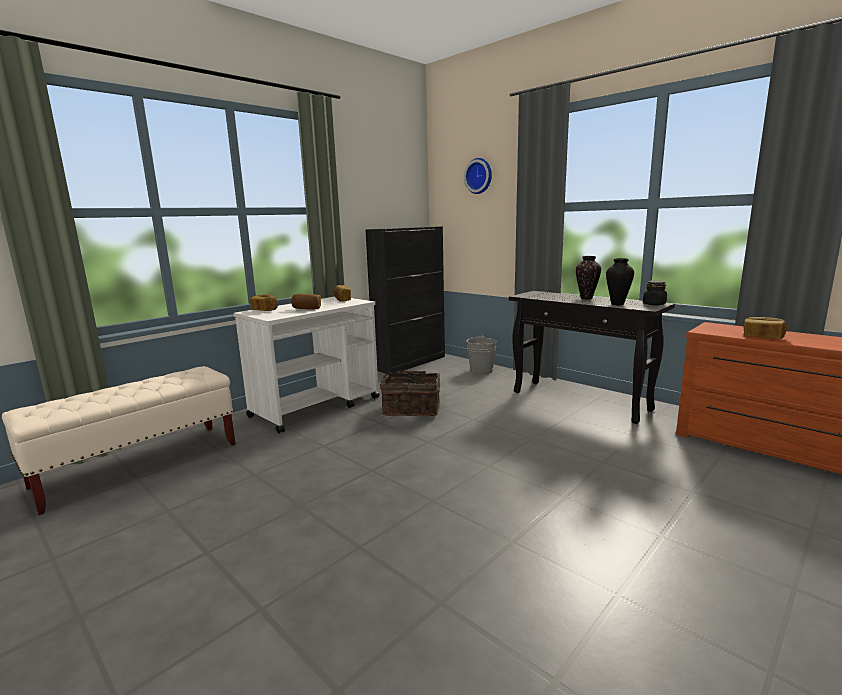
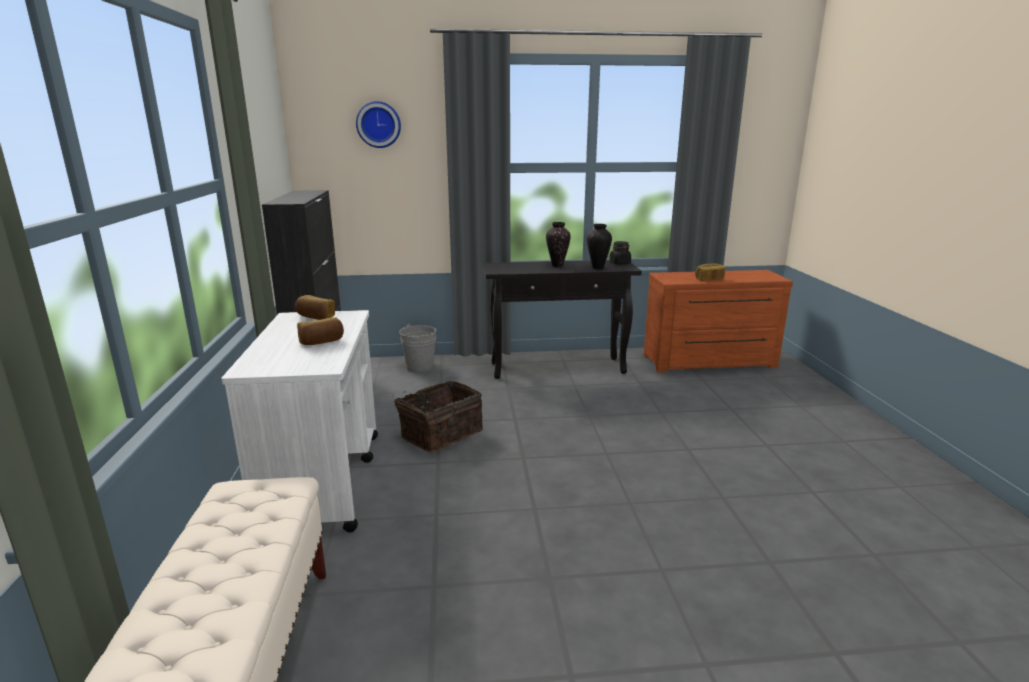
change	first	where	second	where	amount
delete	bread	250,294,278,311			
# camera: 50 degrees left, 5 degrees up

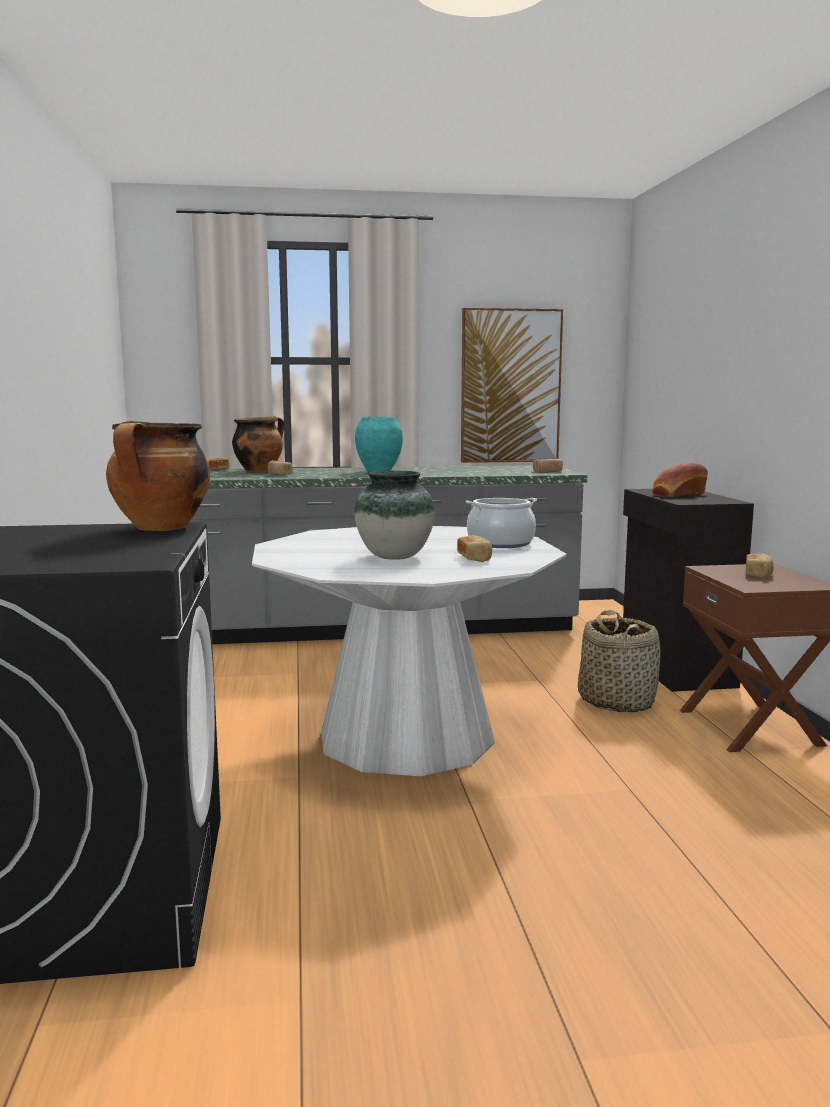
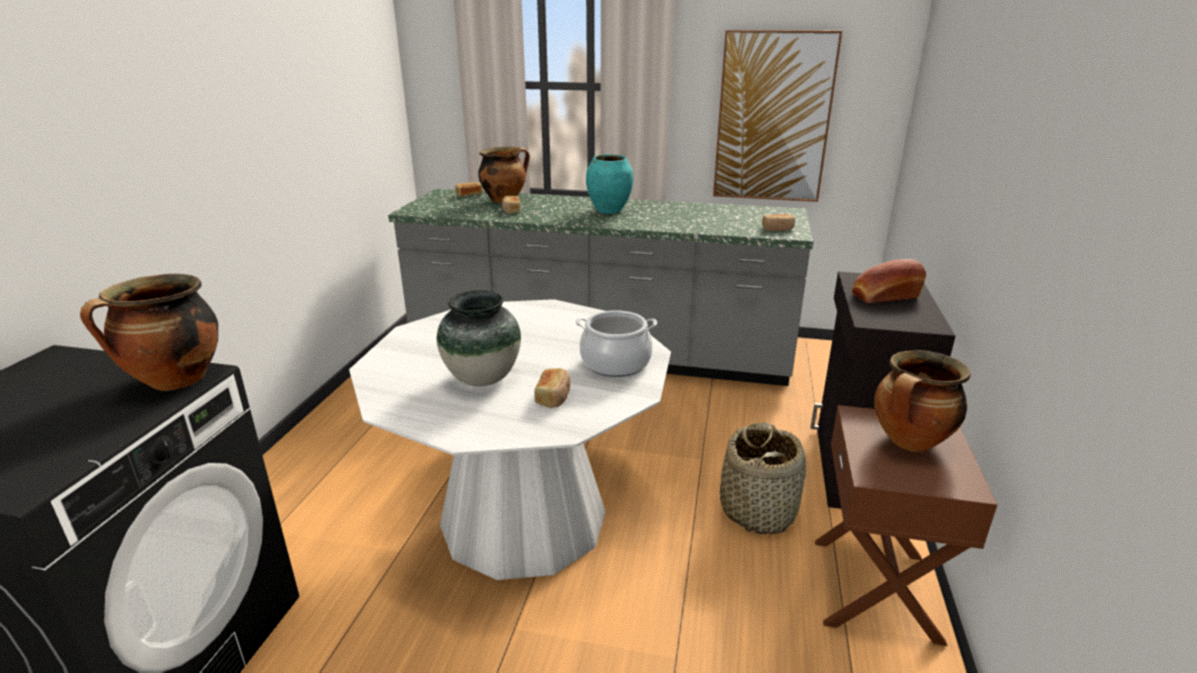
change	first	where	second	where	amount
replace	bread	746,553,773,578	cooking pot	874,350,970,452	
# camera: 20 degrees right, 15 degrees up

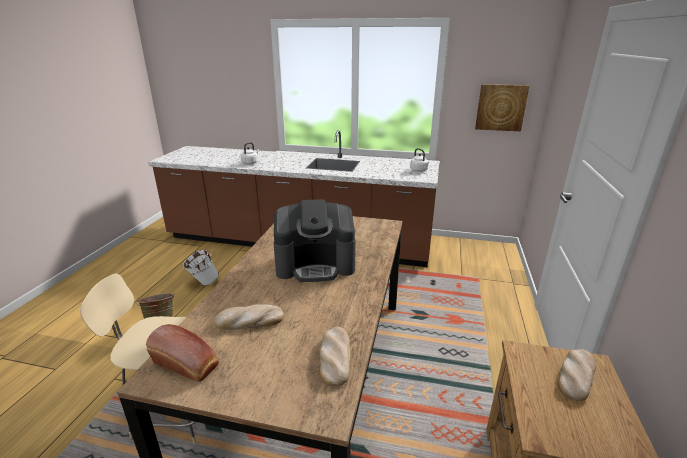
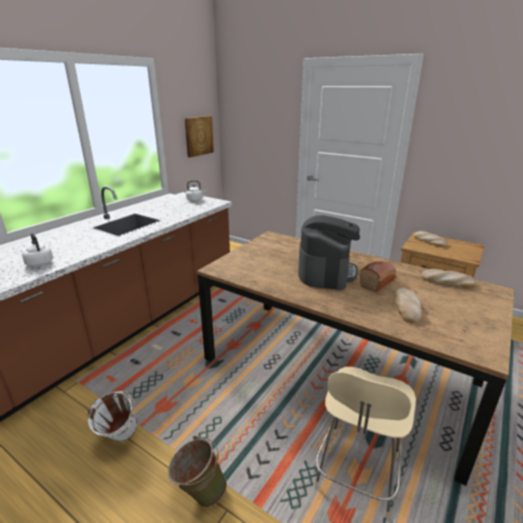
change	first	where	second	where	amount
move	bread	146,324,219,382		360,261,396,292	
# camera: 70 degrees left, 0 degrees up

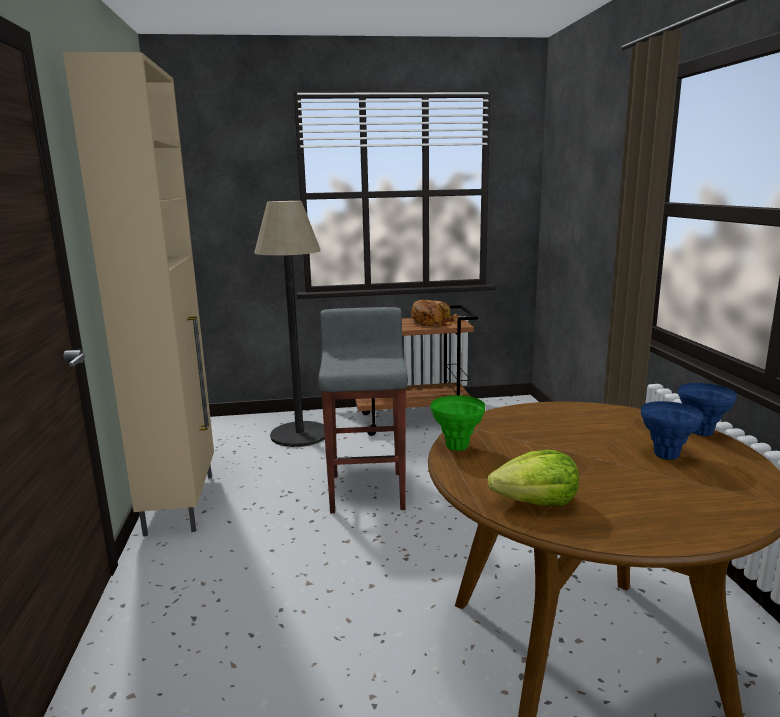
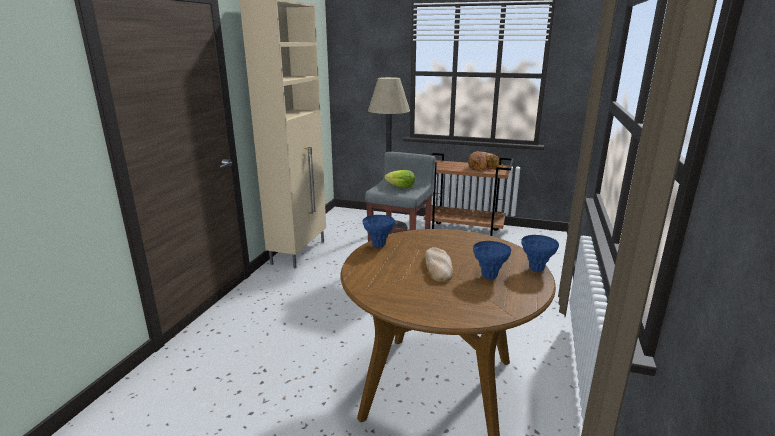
change	first	where	second	where	amount
recolor	vase/green	430,395,485,451	vase/blue	363,215,395,247	
move	lettuce	487,450,579,506		384,170,415,189	
insert			bread	425,247,453,283	
# camera: 25 degrees right, 5 degrees up

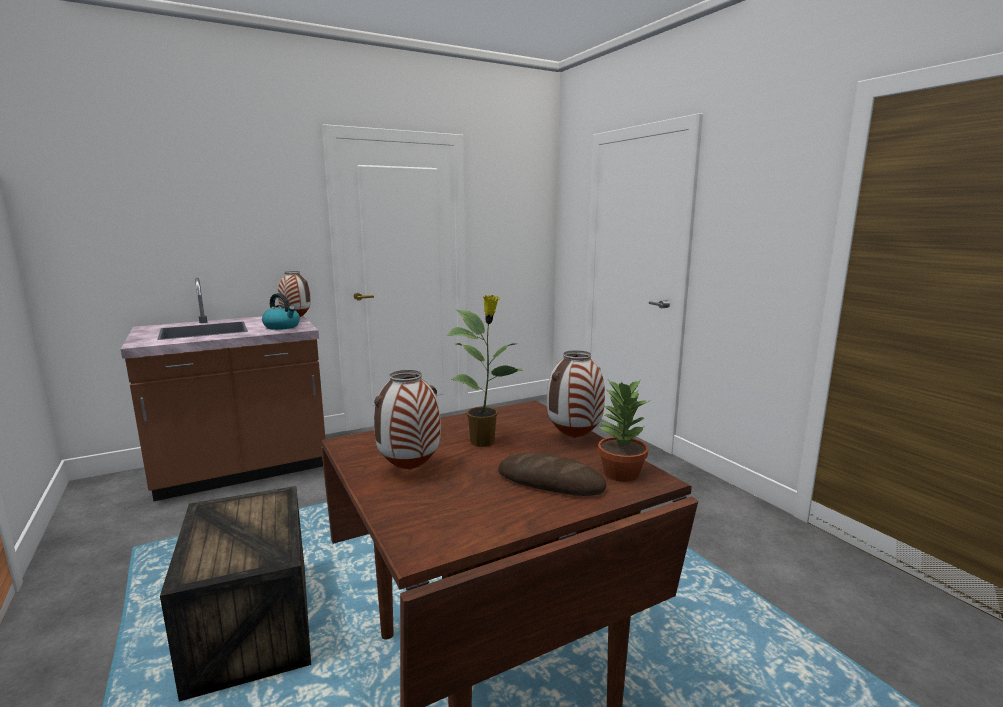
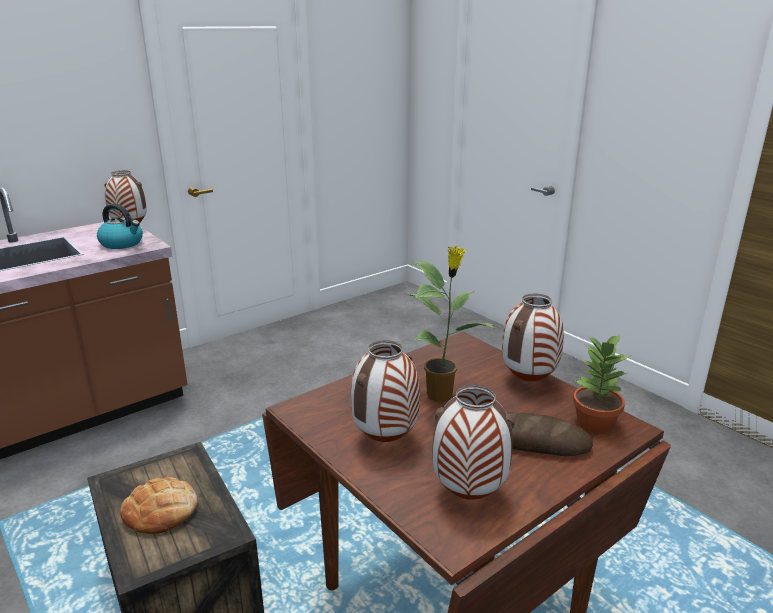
change	first	where	second	where	amount
insert			vase	432,385,515,500	
insert			bread	120,477,197,534	
# camera: 10 degrees left, 10 degrees up

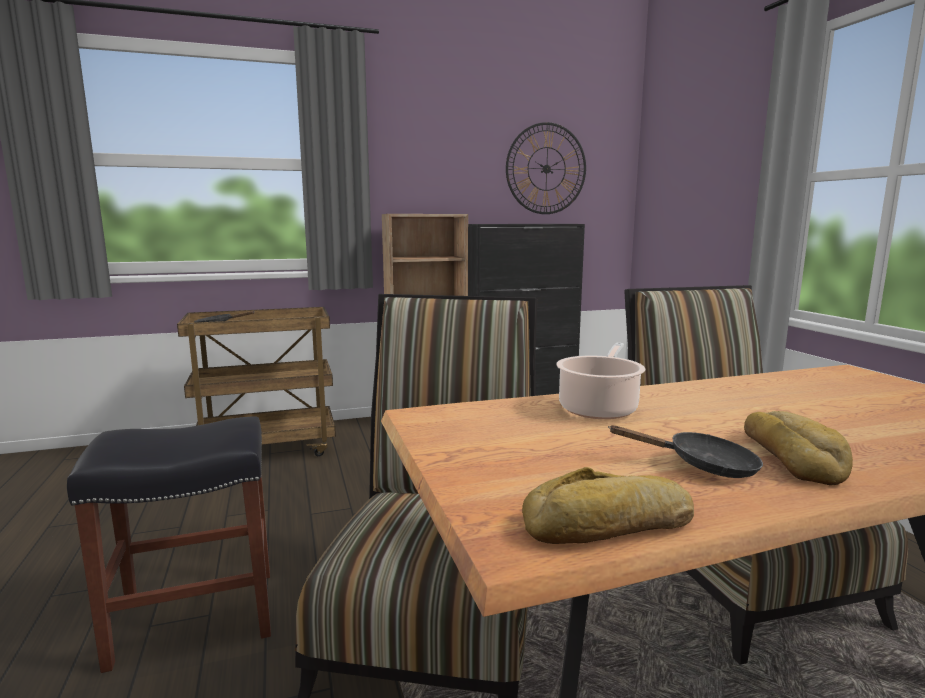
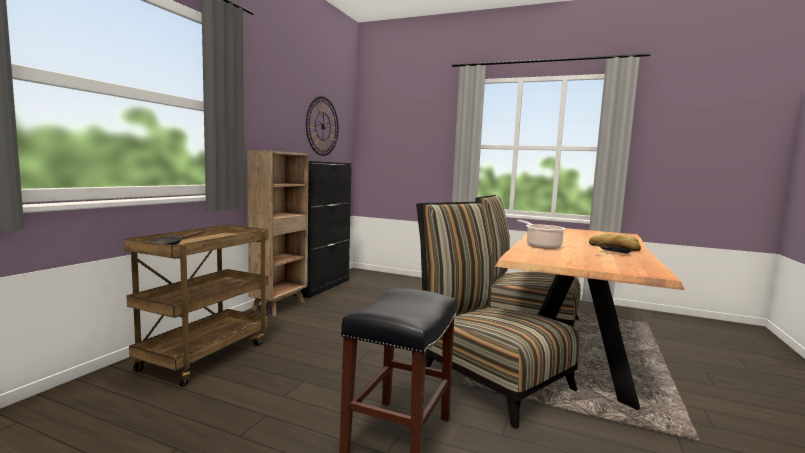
change	first	where	second	where	amount
delete	bread	522,467,694,544			
# camera: 50 degrees left, 5 degrees down

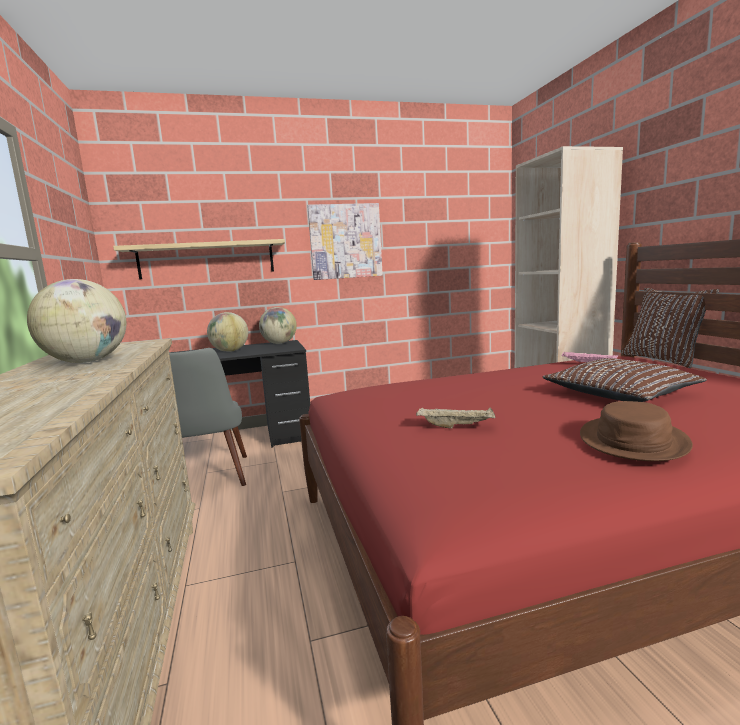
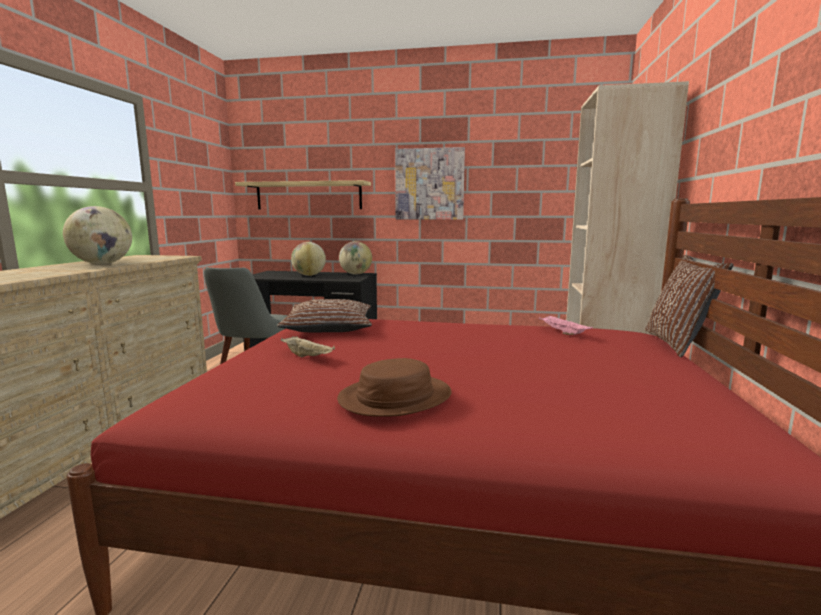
change	first	where	second	where	amount
move	pillow/brown	542,358,707,402		277,299,372,332	
# camera: 25 degrees right, 0 degrees up

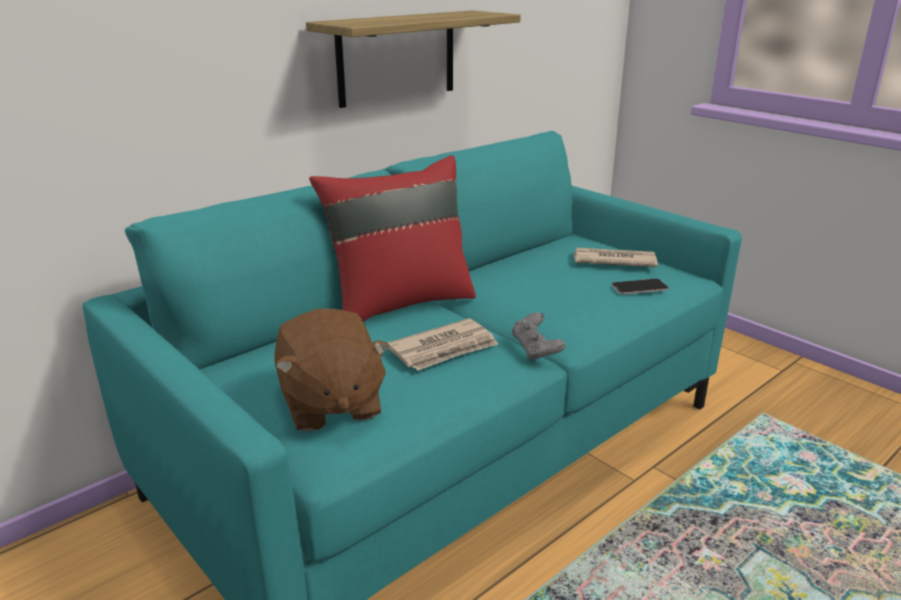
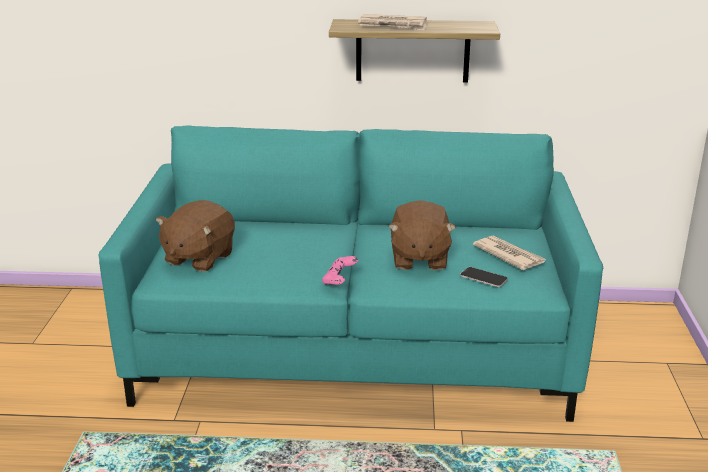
change	first	where	second	where	amount
delete	pillow/red	309,155,476,322			
recolor	game controller/grey	512,312,566,361	game controller/pink	322,256,358,285	
move	newspaper	388,318,498,370		358,14,427,30	
insert			plush toy/brown	388,200,456,270	
# camera: 45 degrees right, 0 degrees up

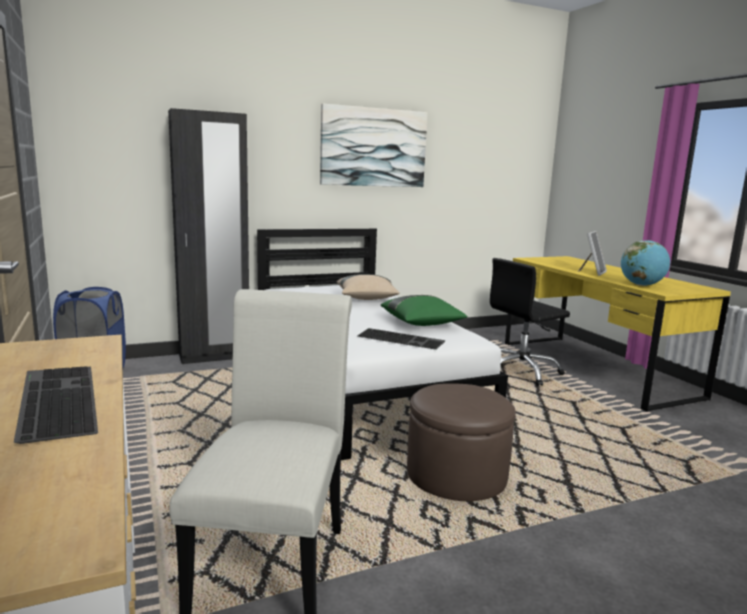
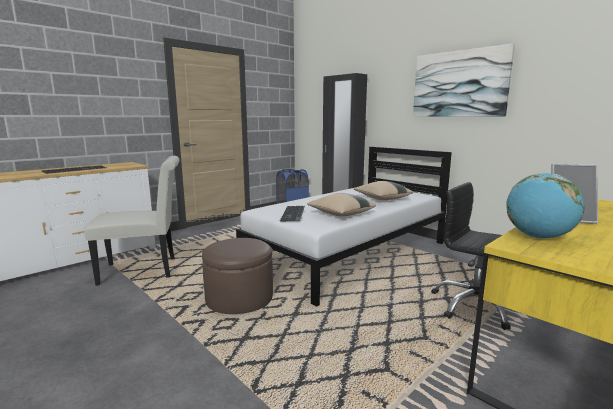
change	first	where	second	where	amount
recolor	pillow/green	381,295,467,326	pillow/beige	307,193,376,216	
# camera: 70 degrees right, 0 degrees up

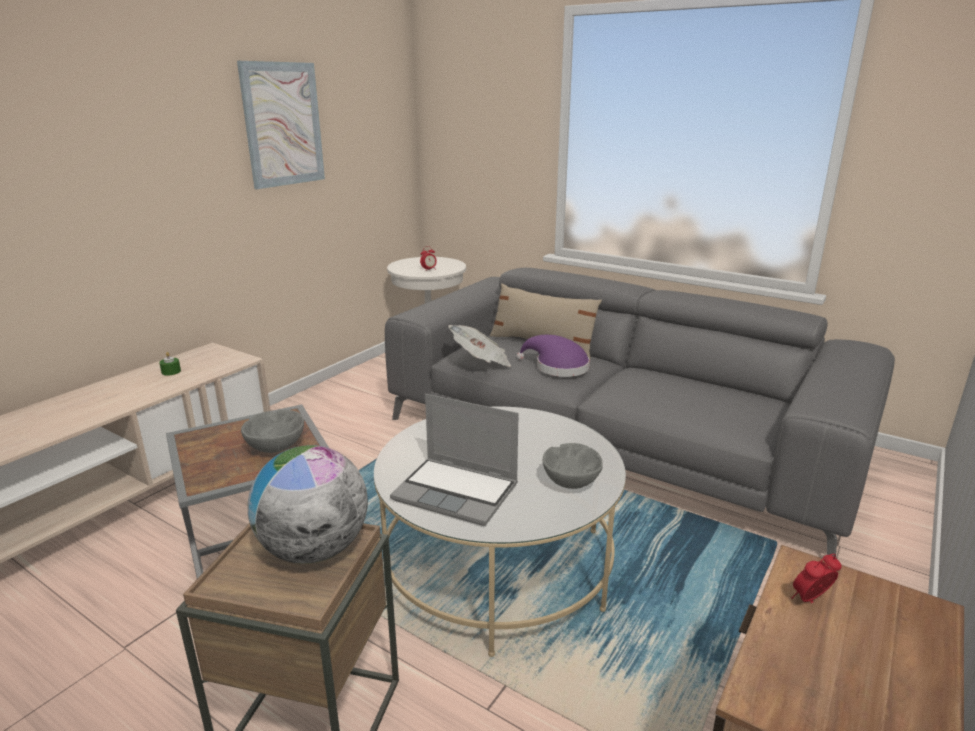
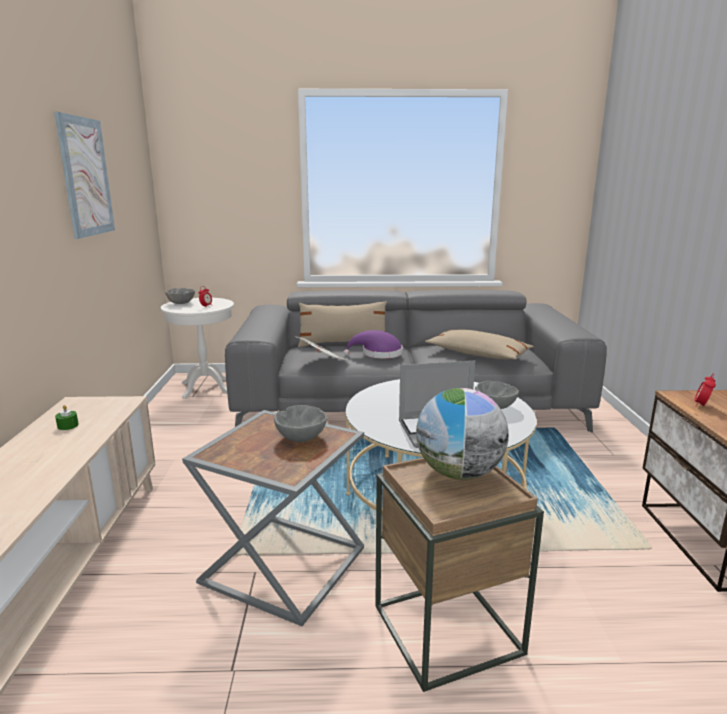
change	first	where	second	where	amount
insert			bowl/grey	165,288,195,304	
insert			pillow/beige	425,330,534,360	
# camera: 35 degrees left, 5 degrees down

